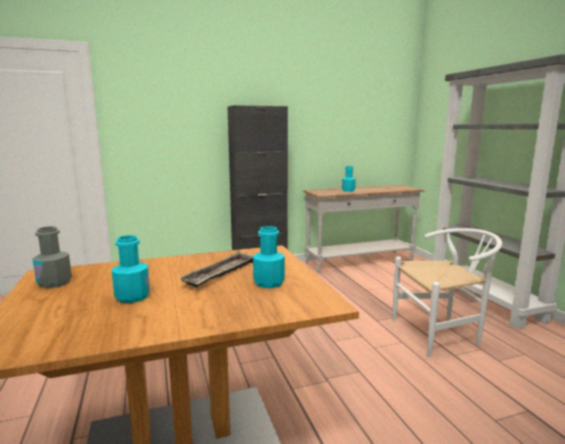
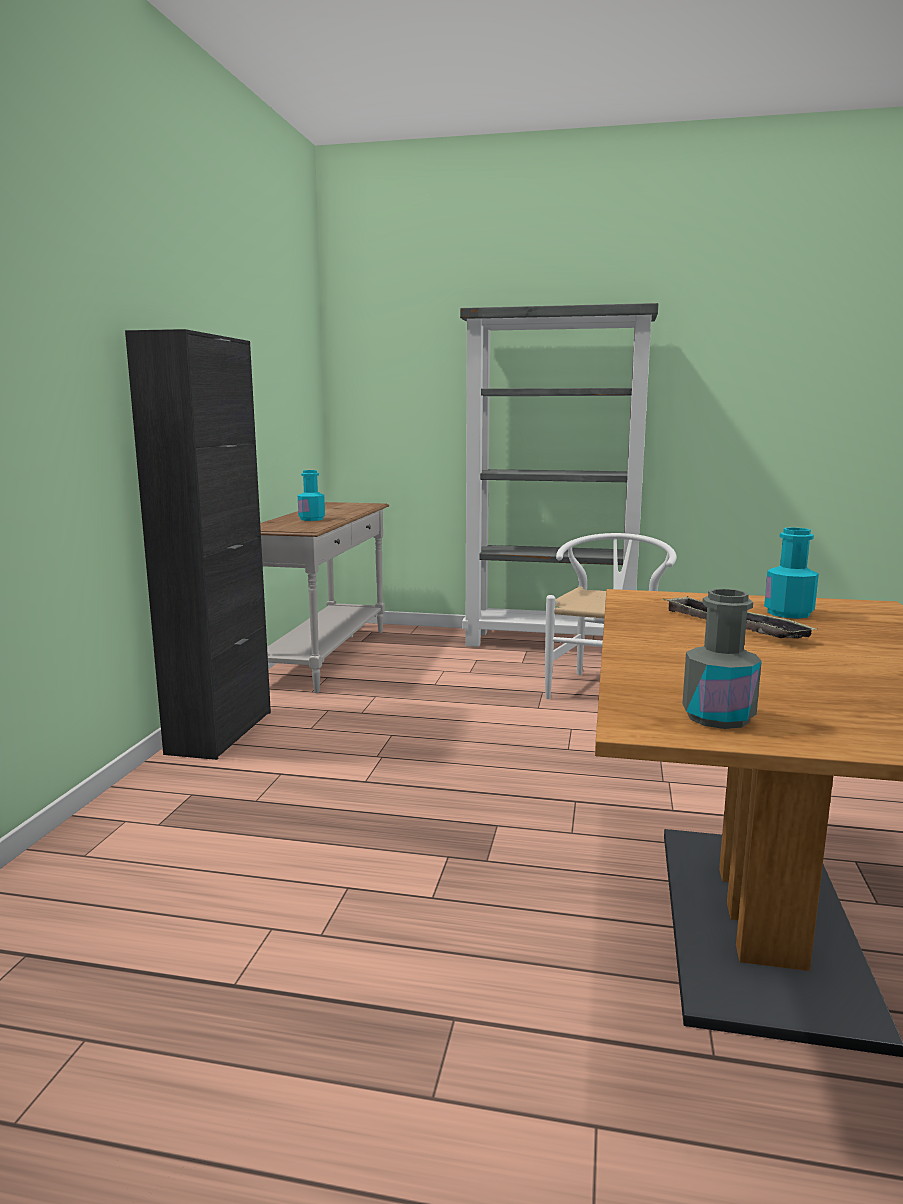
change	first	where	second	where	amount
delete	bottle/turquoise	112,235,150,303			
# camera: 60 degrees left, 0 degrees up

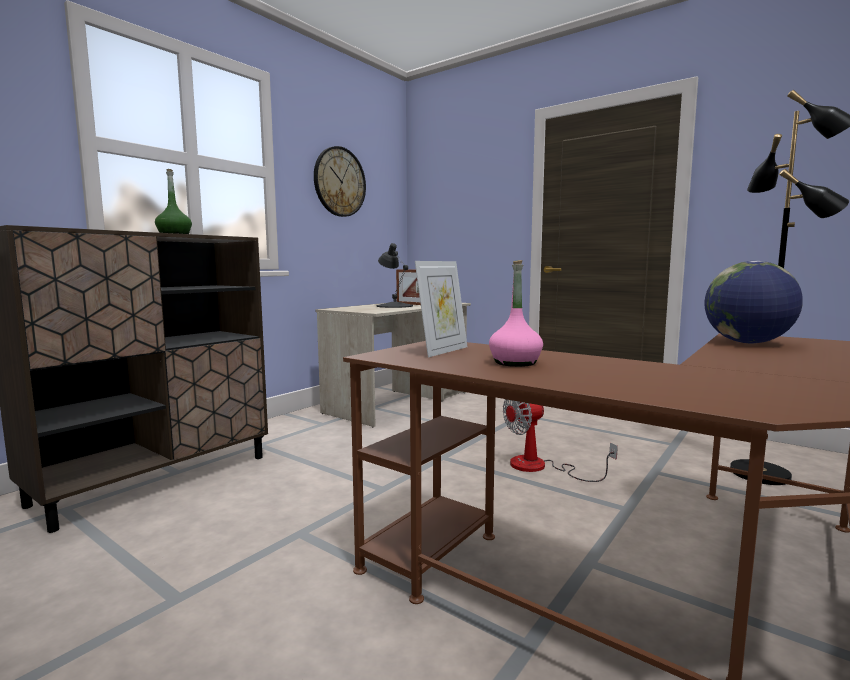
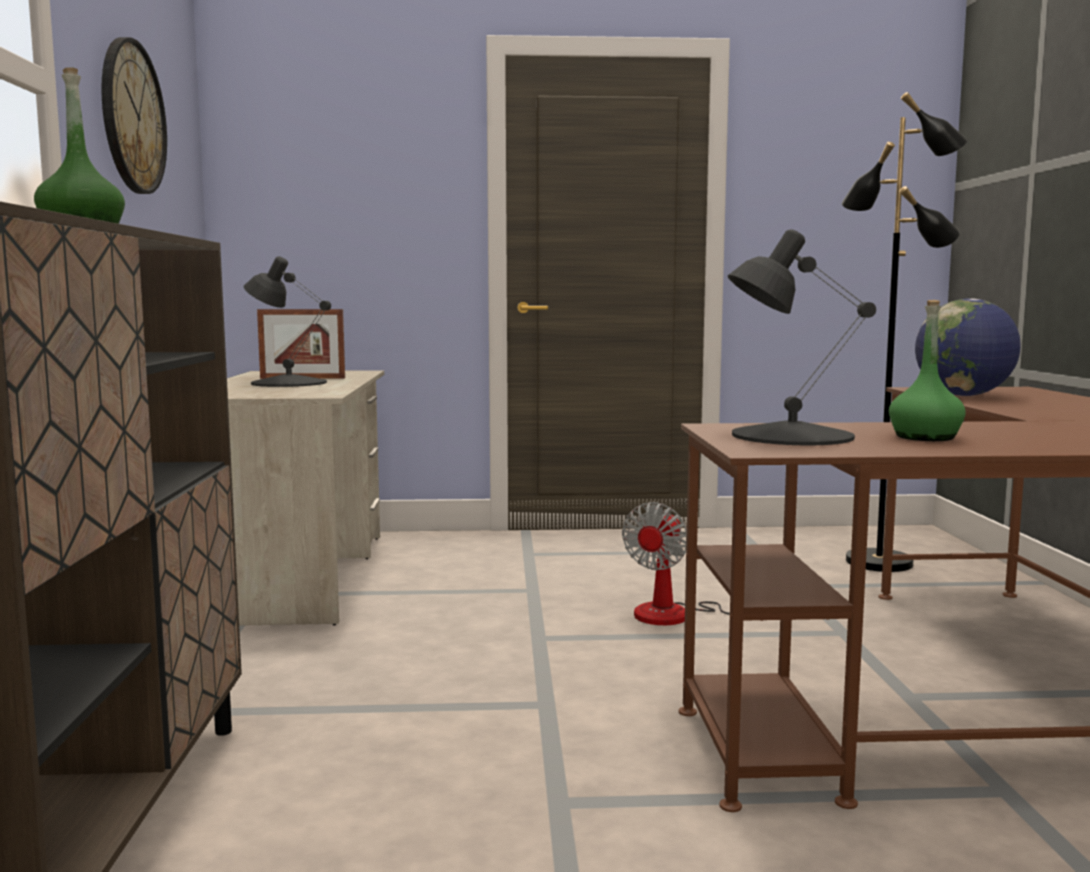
change	first	where	second	where	amount
recolor	bottle/pink	489,260,543,367	bottle/green	889,300,966,441	
replace	picture frame	415,261,468,357	table lamp/black	728,229,876,445	
# camera: 40 degrees left, 0 degrees up

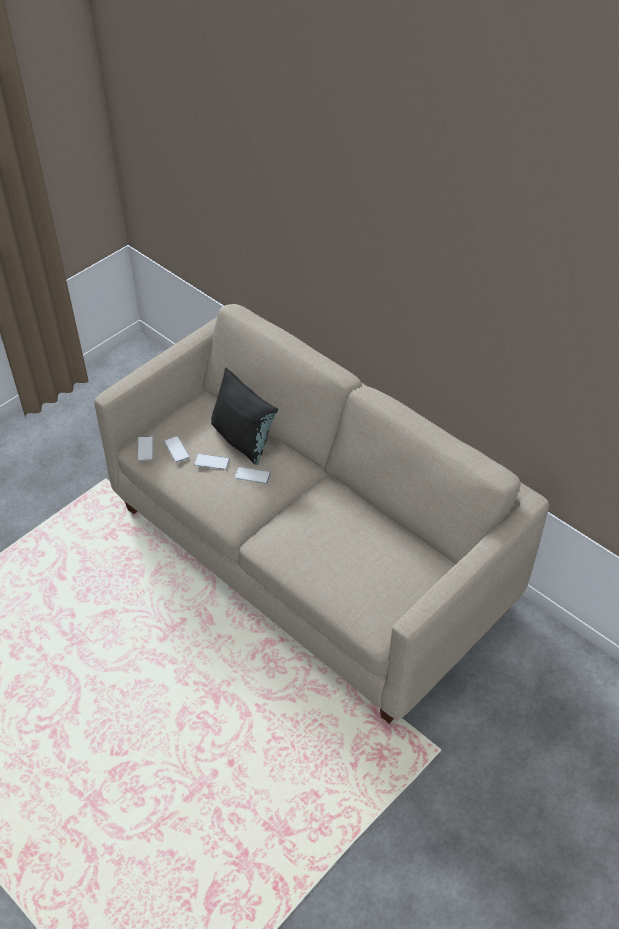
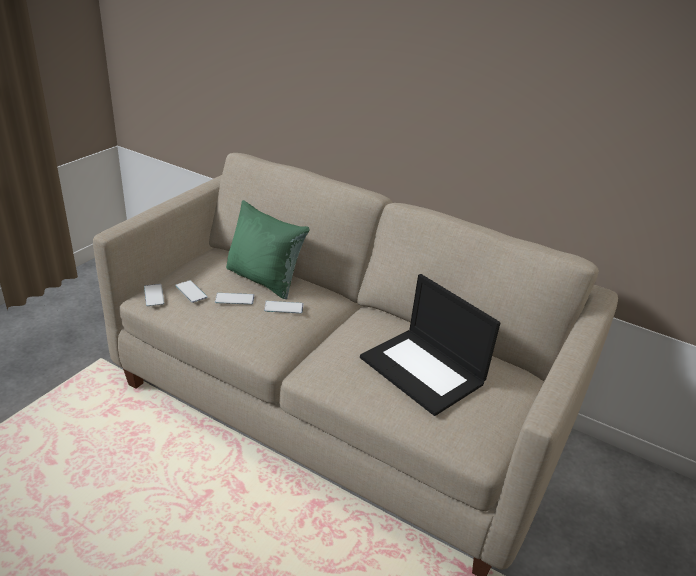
change	first	where	second	where	amount
recolor	pillow/black	211,368,278,465	pillow/green	226,200,310,299	
insert			laptop	360,274,501,416	
# camera: 15 degrees left, 15 degrees down

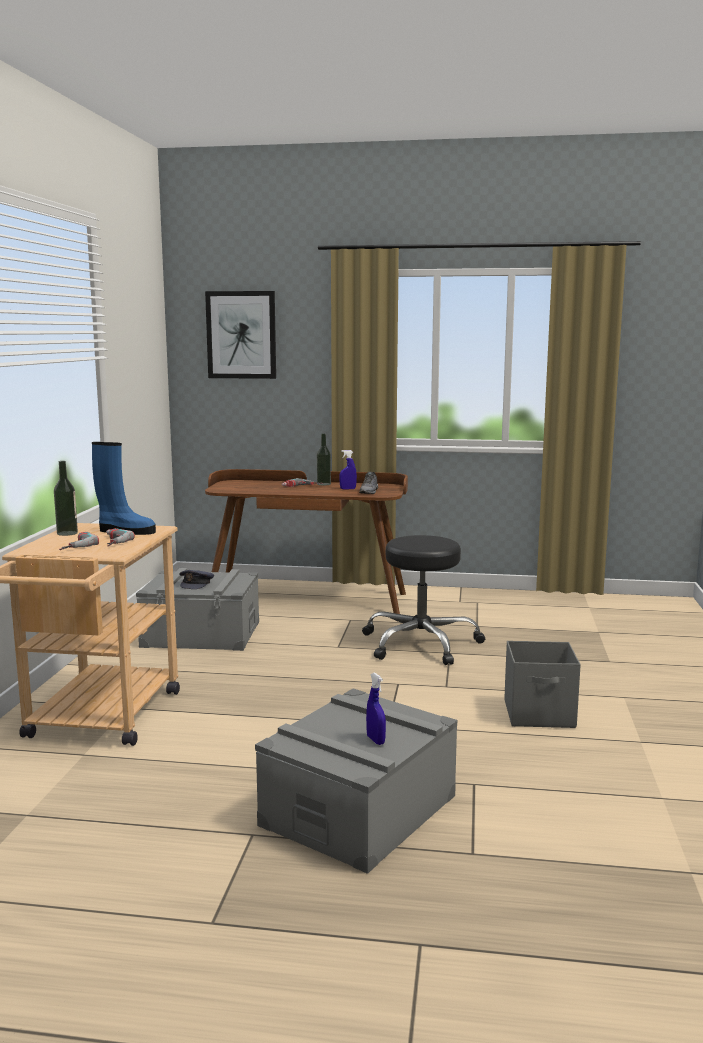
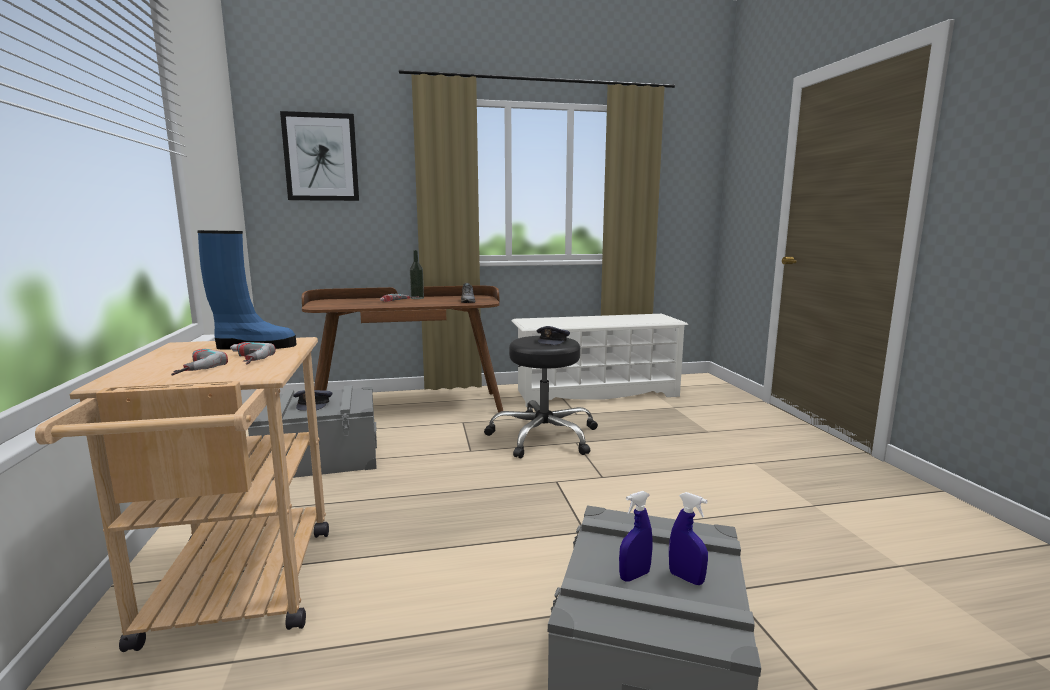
change	first	where	second	where	amount
move	spray bottle/blue	339,450,357,490		619,491,653,582	
delete	bottle	54,461,78,536			
delete	storage box/grey	504,641,581,728			
insert			shoe rack/white	512,314,688,407	
insert			cap/grey	537,326,570,345	
# camera: 20 degrees left, 0 degrees up

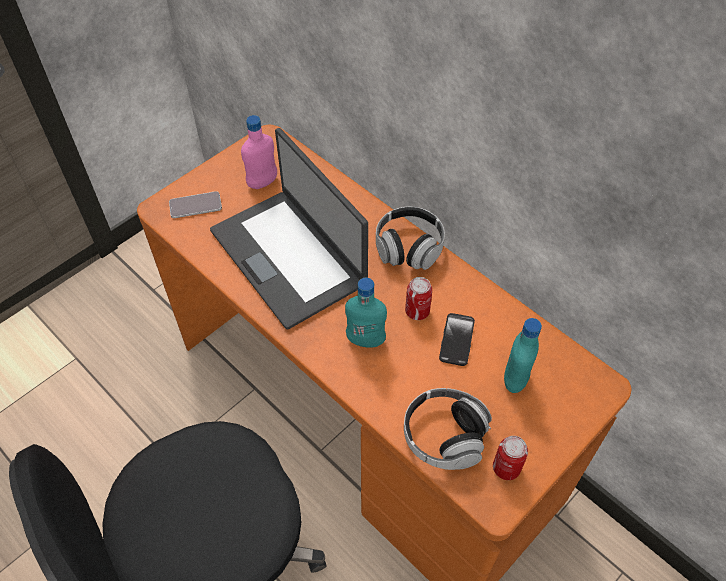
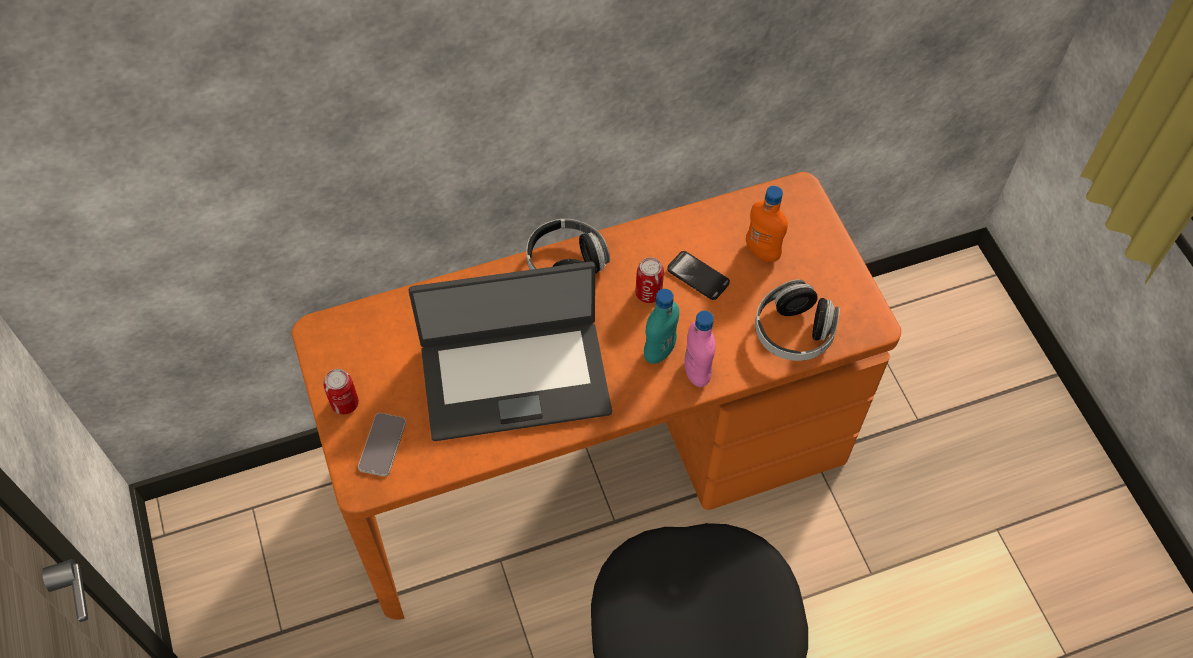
change	first	where	second	where	amount
move	bottle/pink	241,115,277,189		684,311,715,387	
recolor	bottle/turquoise	504,318,542,393	bottle/orange	746,186,788,262	
move	can	493,436,528,480		323,369,359,415	
# camera: 65 degrees left, 5 degrees up

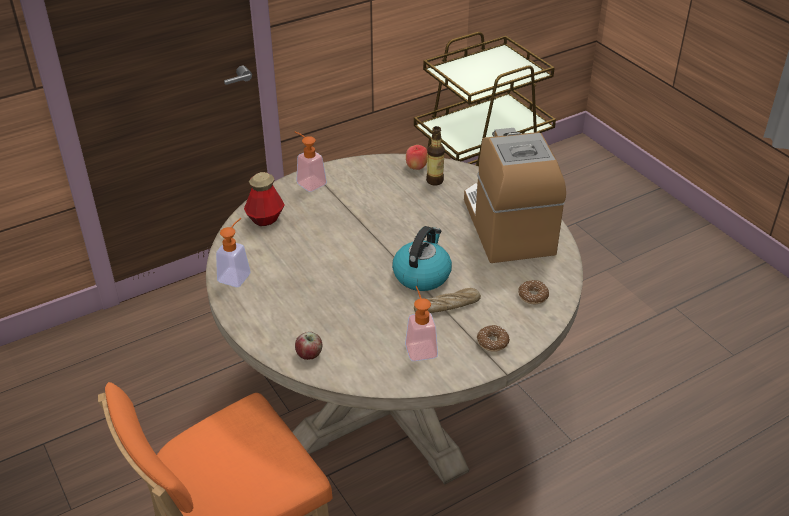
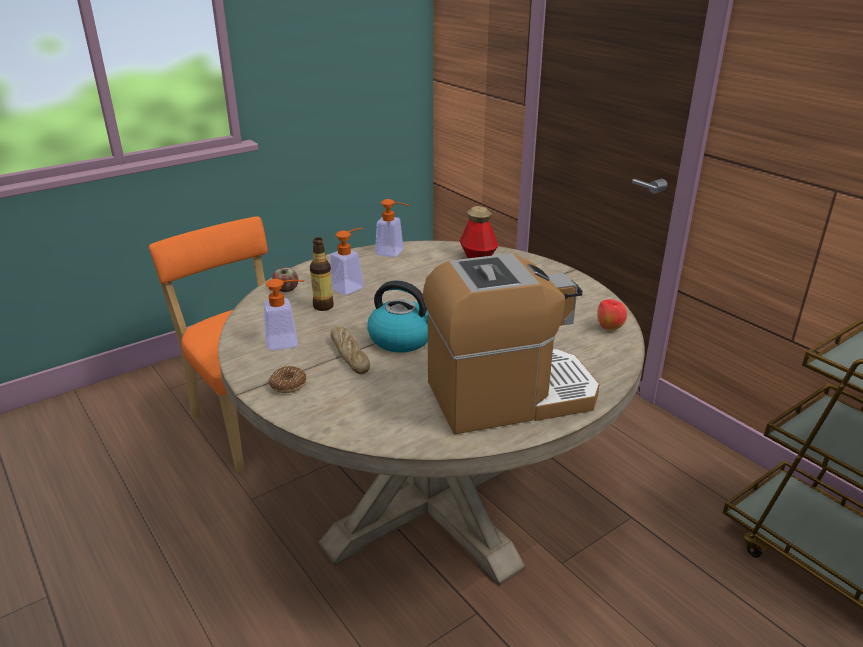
change	first	where	second	where	amount
move	bottle	426,126,445,185		310,237,334,311	
move	soap dispenser	295,132,327,192		330,228,364,295	
delete	donut	518,280,549,304			
# camera: 85 degrees right, 10 degrees down

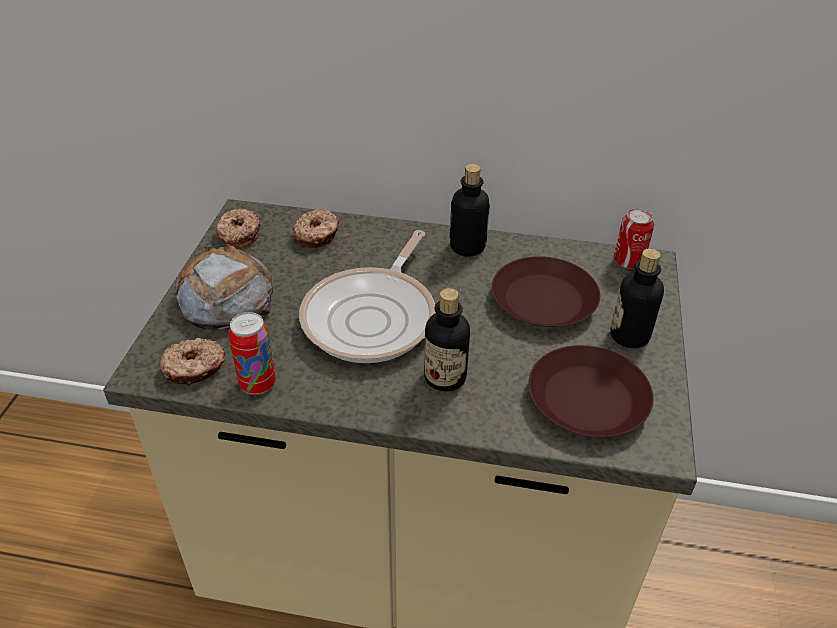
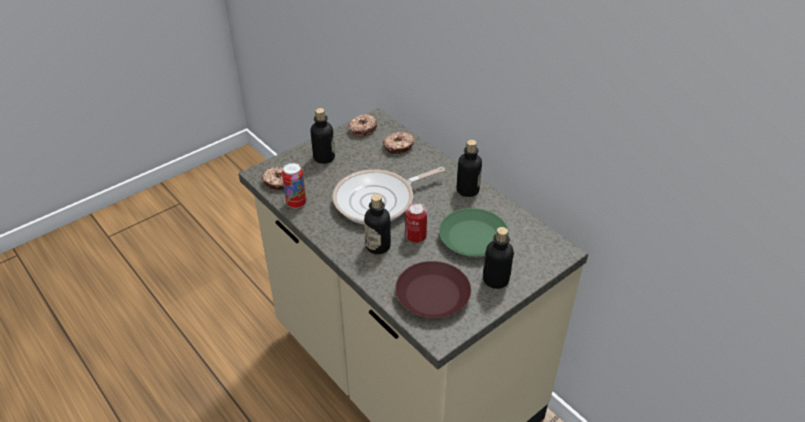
change	first	where	second	where	amount
move	can	614,208,654,269		405,202,427,242	
replace	bread	173,244,274,330	bottle	310,108,335,164	
recolor	plate/brown	492,256,600,327	plate/green	439,208,509,257	
# camera: 40 degrees right, 0 degrees up

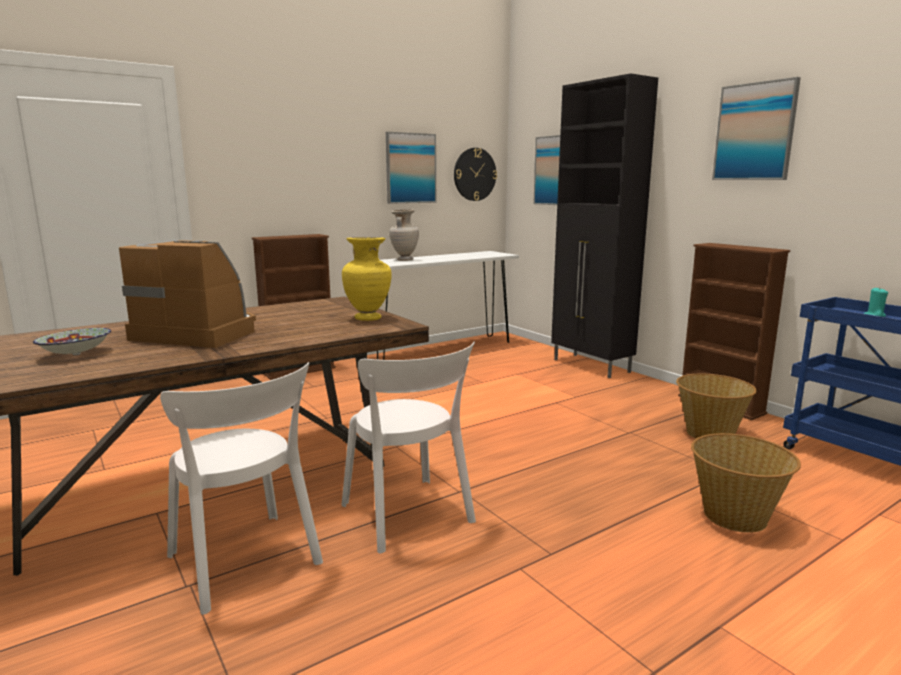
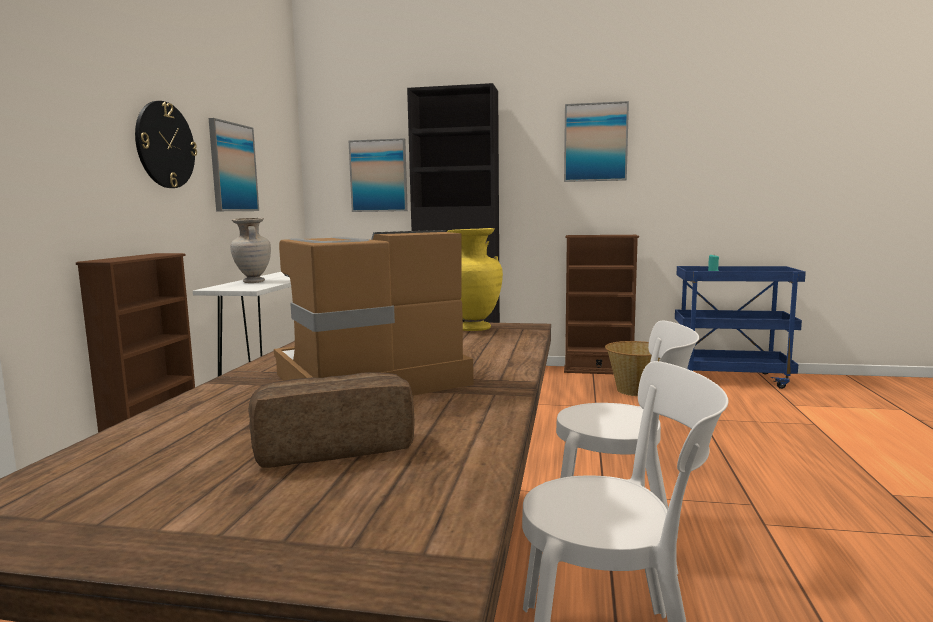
change	first	where	second	where	amount
move	wall clock	454,148,497,201		135,101,197,188	
replace	bowl	33,328,111,355	bread	248,372,415,468	
delete	basket	691,433,801,533			
# camera: 45 degrees left, 5 degrees down

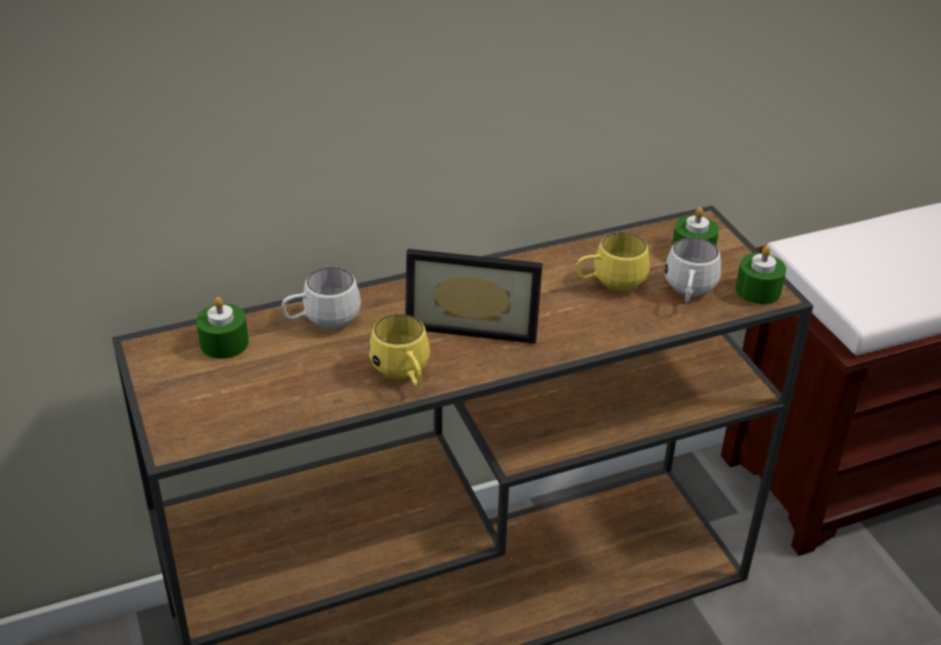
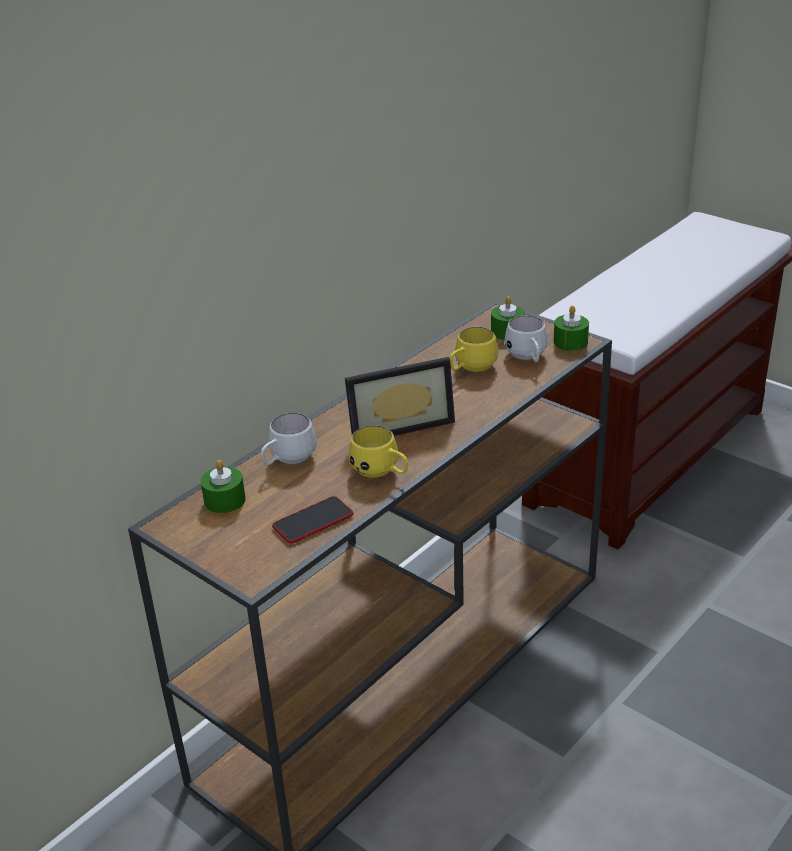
change	first	where	second	where	amount
insert			phone	272,496,353,544	
# camera: 25 degrees left, 5 degrees down

